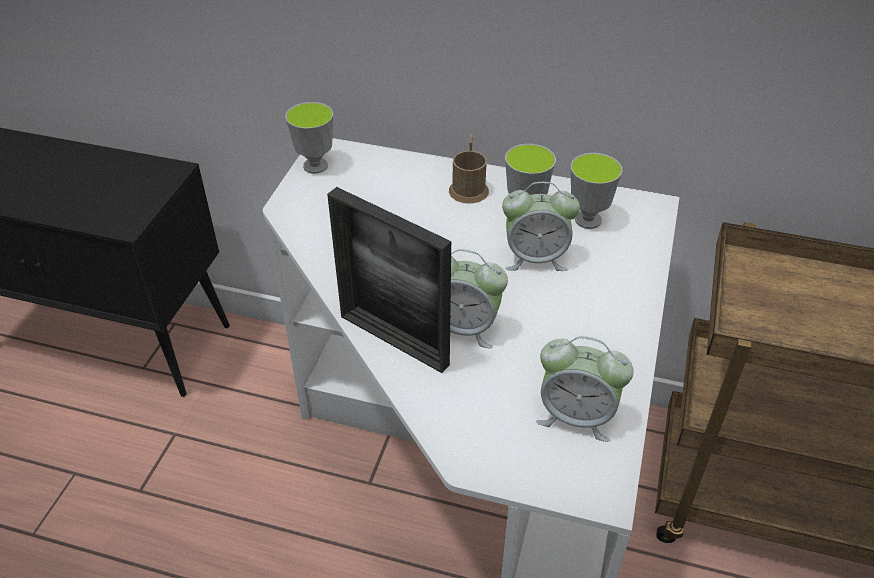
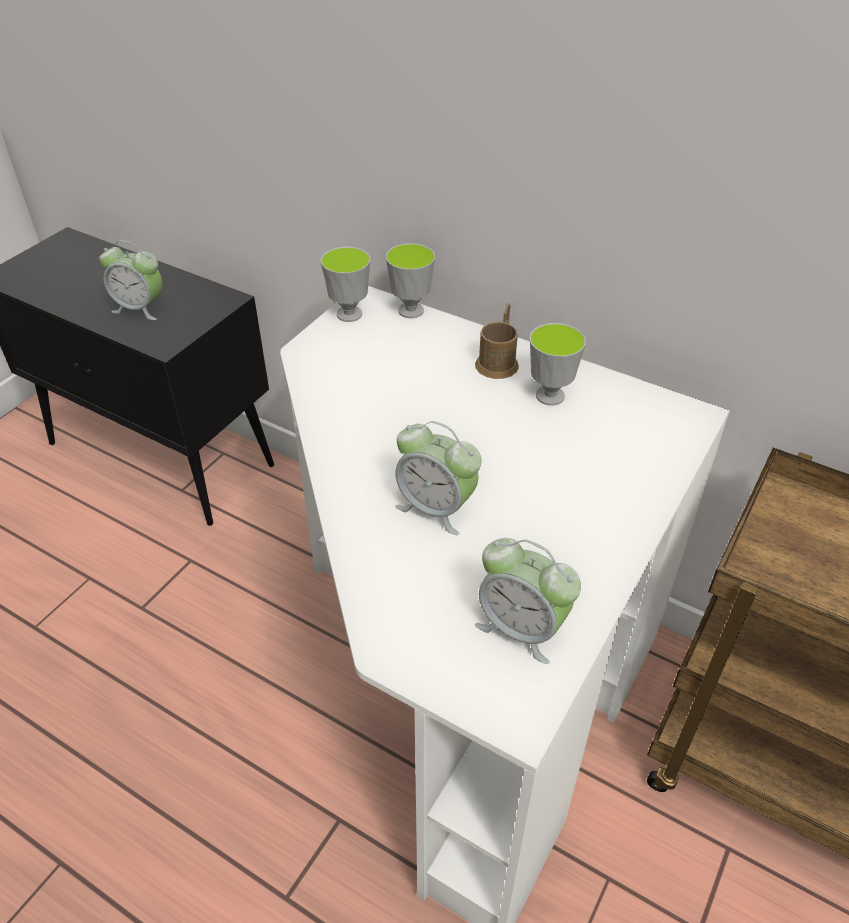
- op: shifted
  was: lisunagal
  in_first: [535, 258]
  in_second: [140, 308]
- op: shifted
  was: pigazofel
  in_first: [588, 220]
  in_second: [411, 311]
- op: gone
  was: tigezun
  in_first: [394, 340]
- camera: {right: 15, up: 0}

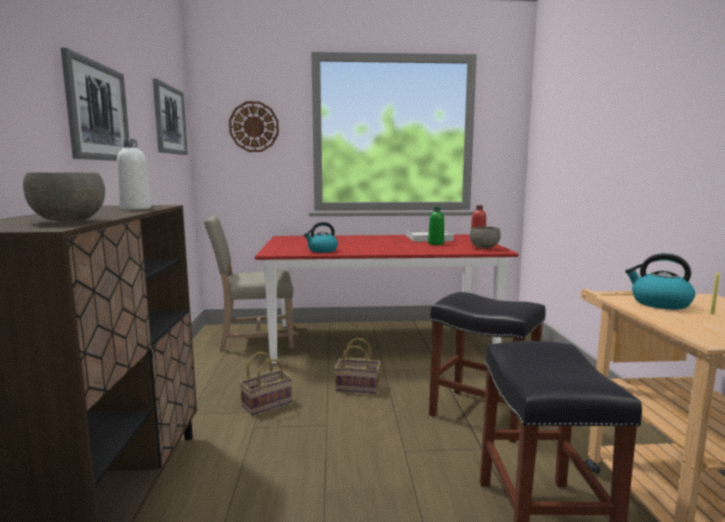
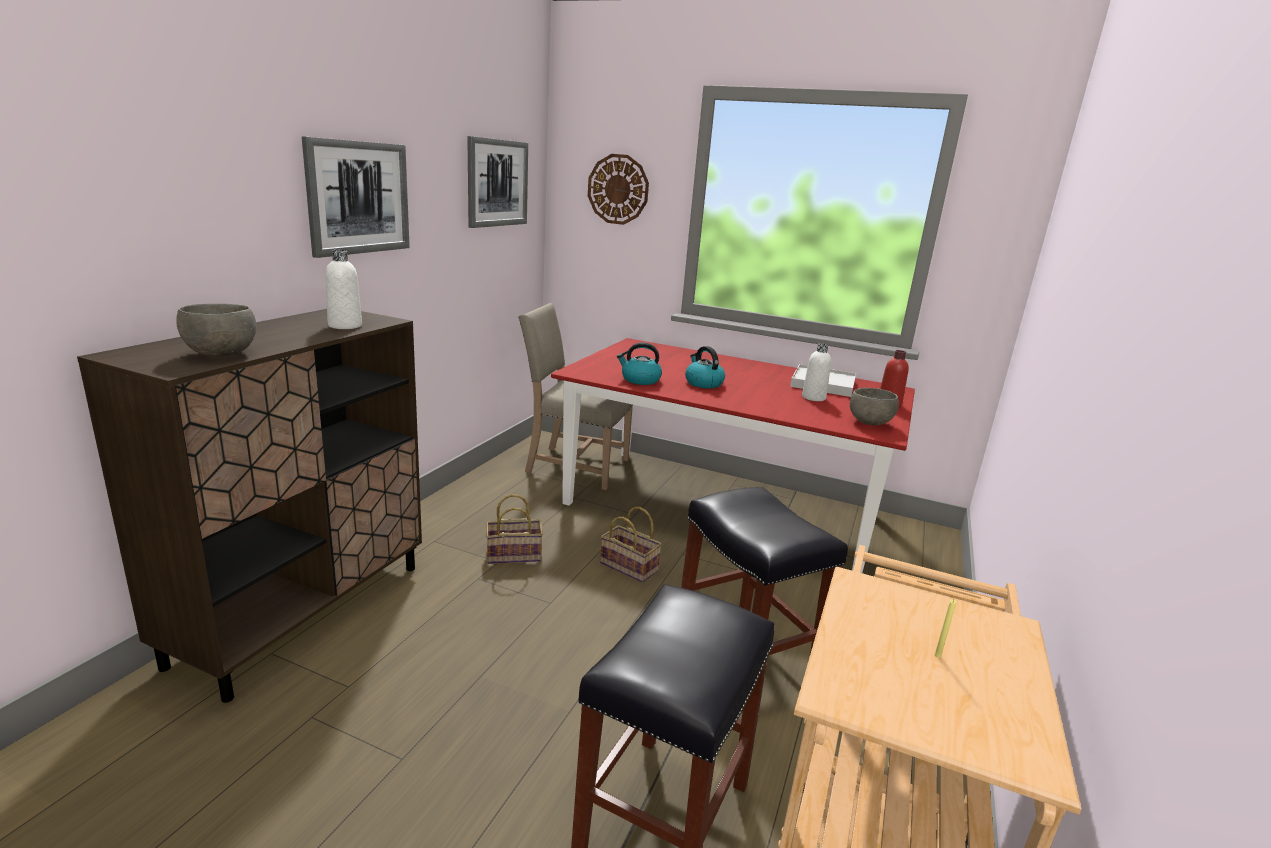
- op: shifted
  was: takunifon
  in_first: [659, 303]
  in_second: [703, 383]
- op: repainted
  was: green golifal
  now: white golifal
  in_first: [436, 243]
  in_second: [813, 398]
- camera: {right: 25, up: 10}

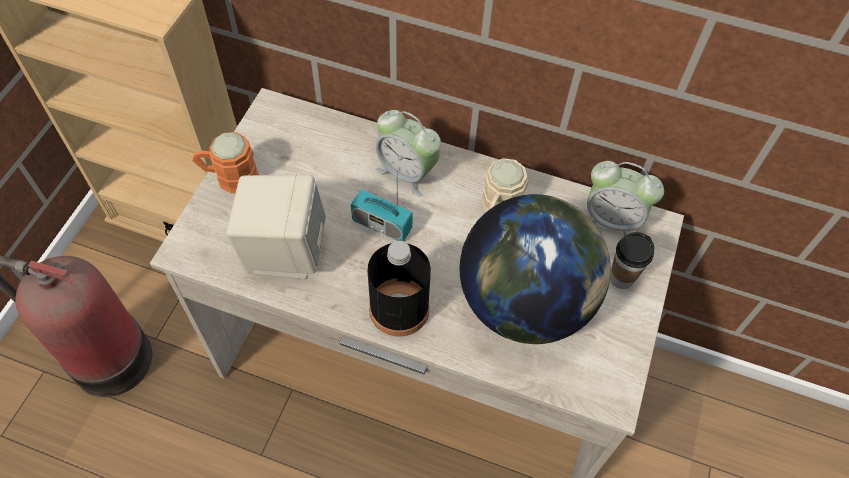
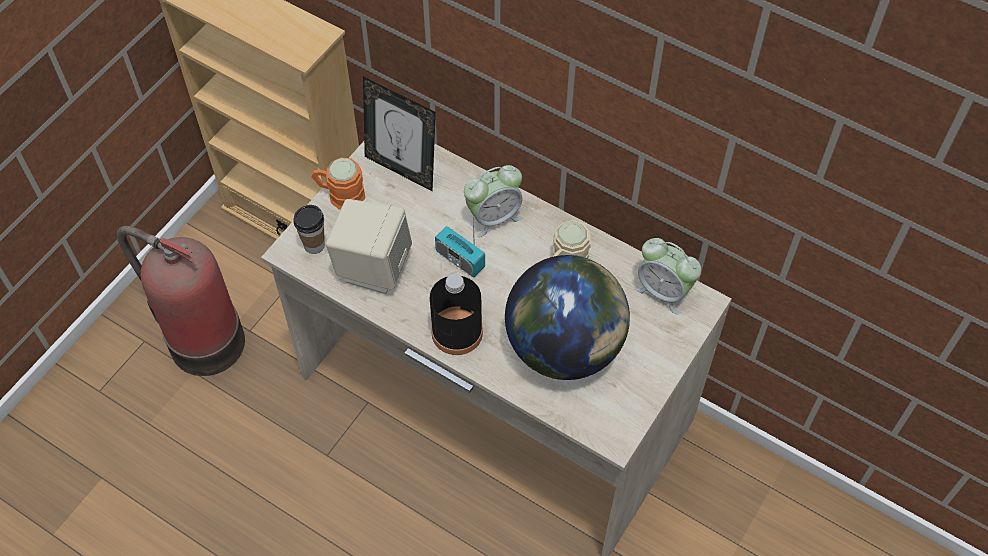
- op: shifted
  was: pigazofel
  in_first: [621, 278]
  in_second: [314, 245]
- op: new
  now: tigezun
  in_second: [402, 169]
- op: rotated
  was: lisunagal
  in_first: [407, 172]
  in_second: [493, 217]
  clockwise: -75
- camera: {right: 15, up: 0}

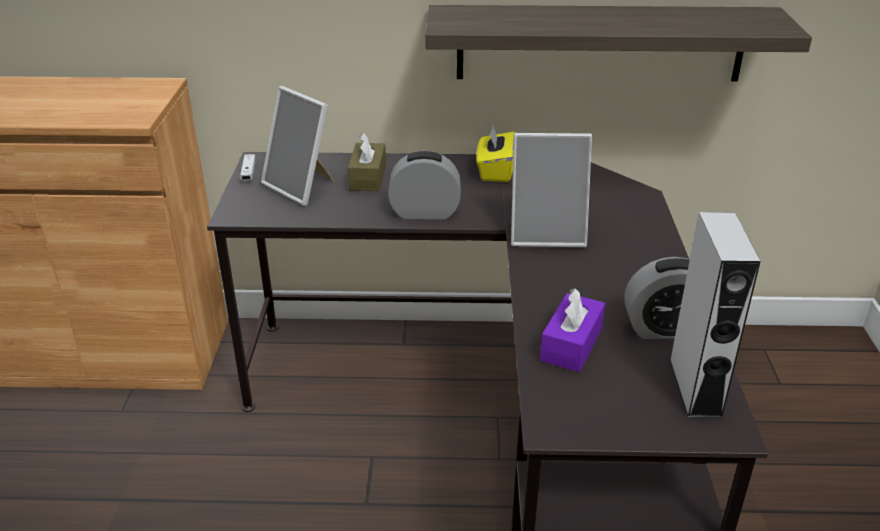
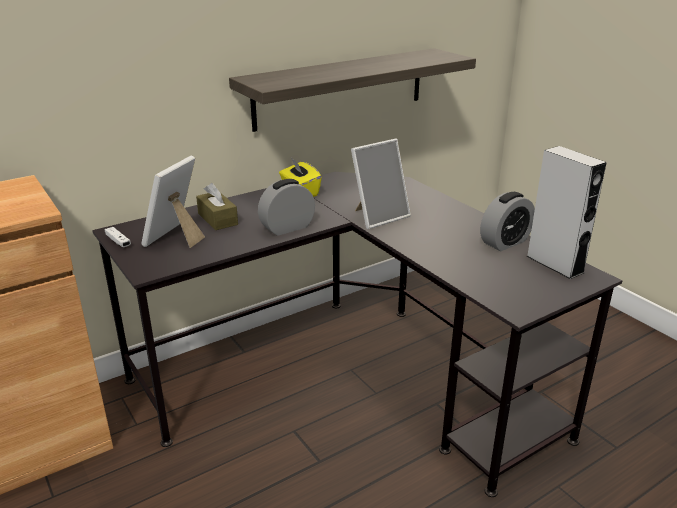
- op: rotated
  was: tigezun
  in_first: [302, 187]
  in_second: [176, 238]
  clockwise: 105
- op: gone
  was: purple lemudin
  in_first: [571, 344]
- camera: {right: -35, up: -5}

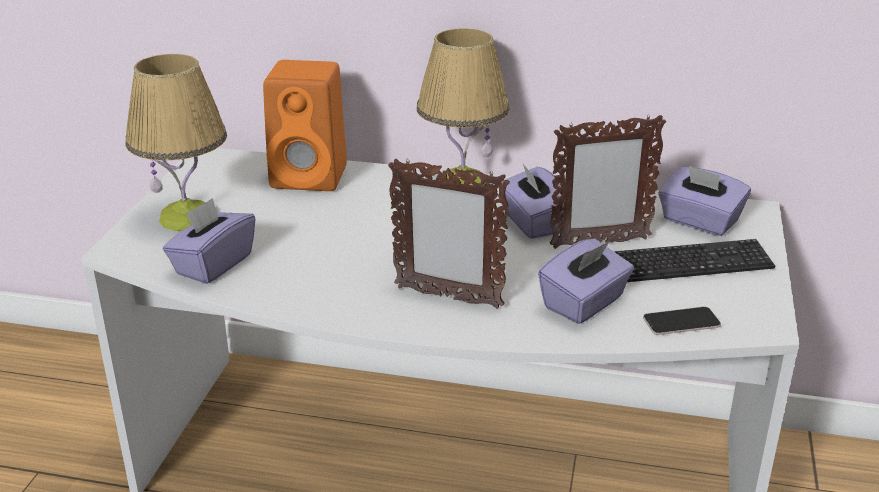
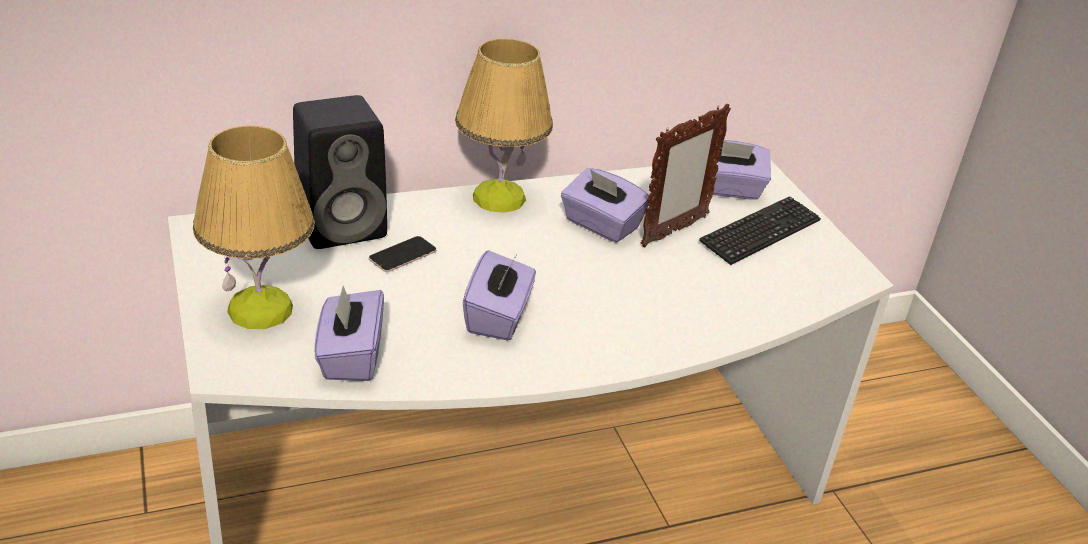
- op: repainted
  was: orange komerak
  now: black komerak
  in_first: [312, 177]
  in_second: [344, 225]
- op: shifted
  was: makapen
  in_first: [681, 322]
  in_second: [403, 255]
- op: shifted
  was: purple lemudin
  in_first: [584, 303]
  in_second: [498, 317]
- op: gone
  was: tigezun
  in_first: [447, 297]
- camera: {right: -35, up: 5}

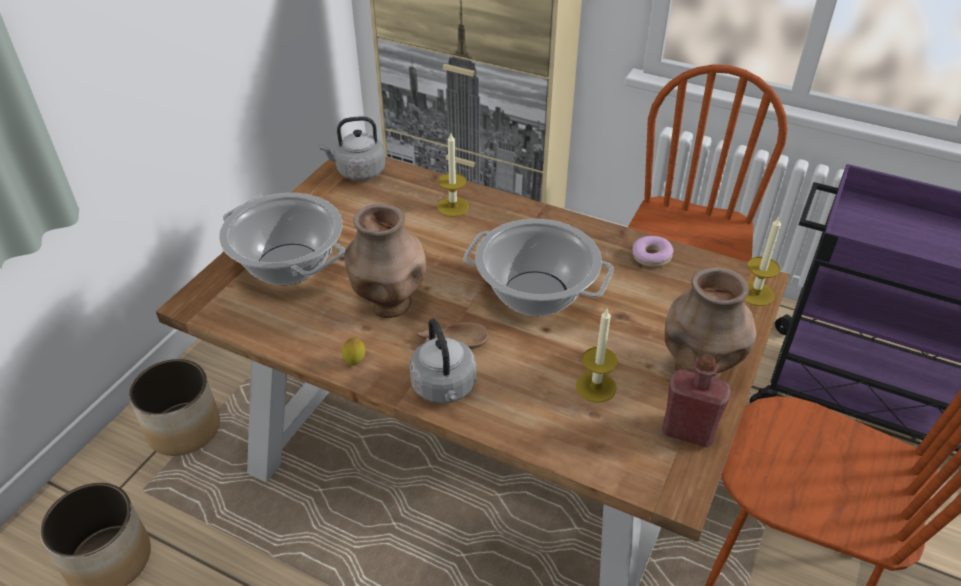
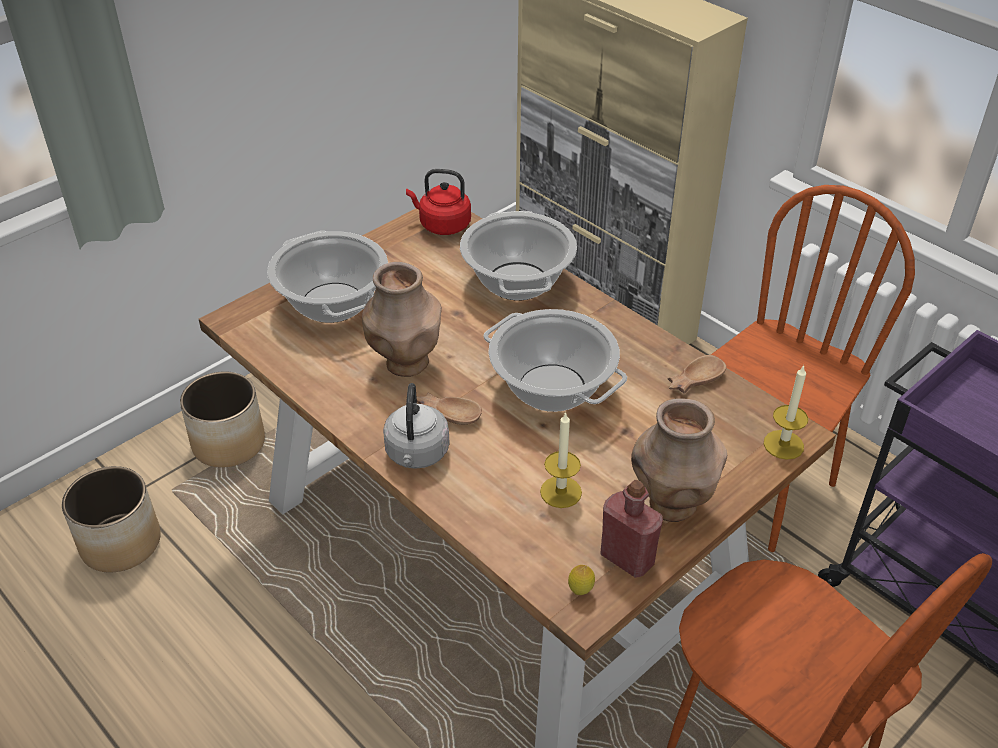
- op: repainted
  was: grey takunifon
  now: red takunifon
  in_first: [358, 172]
  in_second: [442, 225]
- op: swapped
  was: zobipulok
  now: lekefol
  in_first: [453, 207]
  in_second: [517, 281]
- op: shifted
  was: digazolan
  in_first: [355, 362]
  in_second: [580, 591]
- op: swapped
  was: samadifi
  now: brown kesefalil
  in_first: [651, 256]
  in_second: [693, 380]
- camera: {right: 20, up: 0}

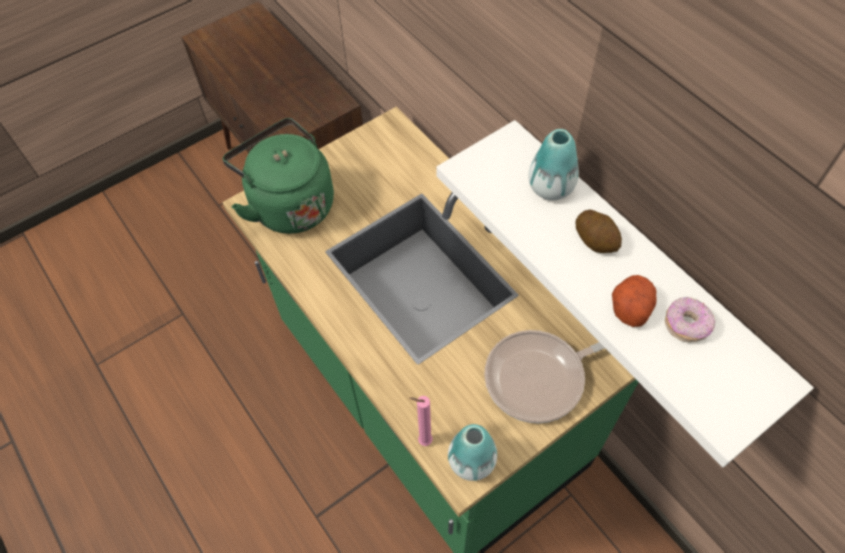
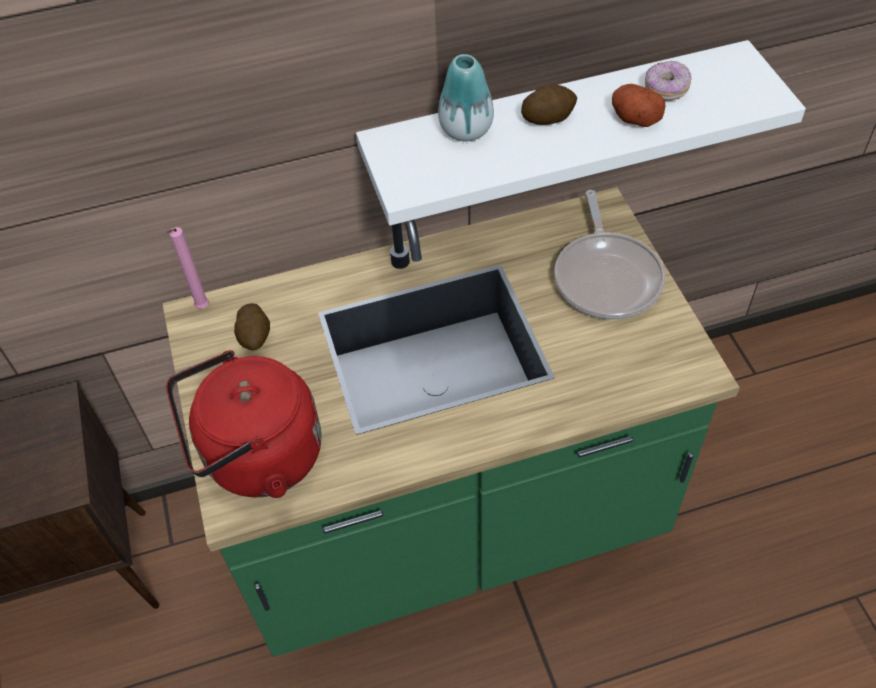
- op: repainted
  was: green takunifon
  now: red takunifon
  in_first: [289, 203]
  in_second: [257, 458]
- op: shifted
  was: pink zobipulok
  in_first: [422, 441]
  in_second: [201, 309]
- op: new
  now: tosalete
  in_second: [255, 336]
- op: gone
  was: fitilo
  in_first: [471, 461]
- camera: {right: -70, up: -5}

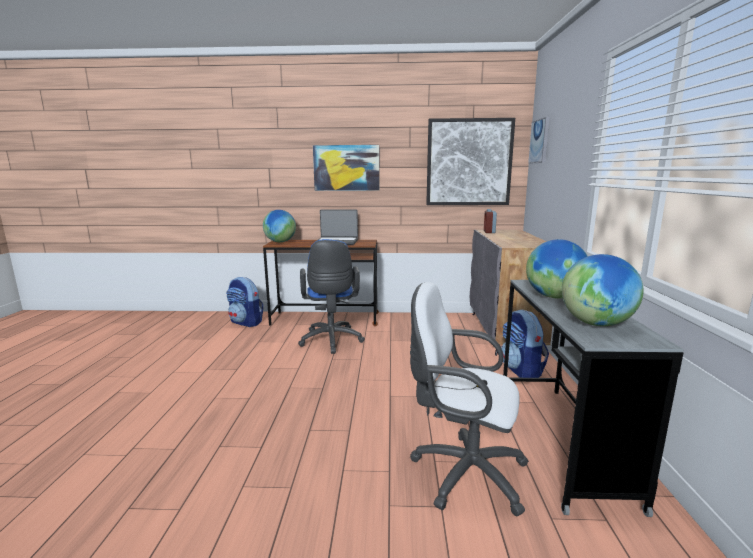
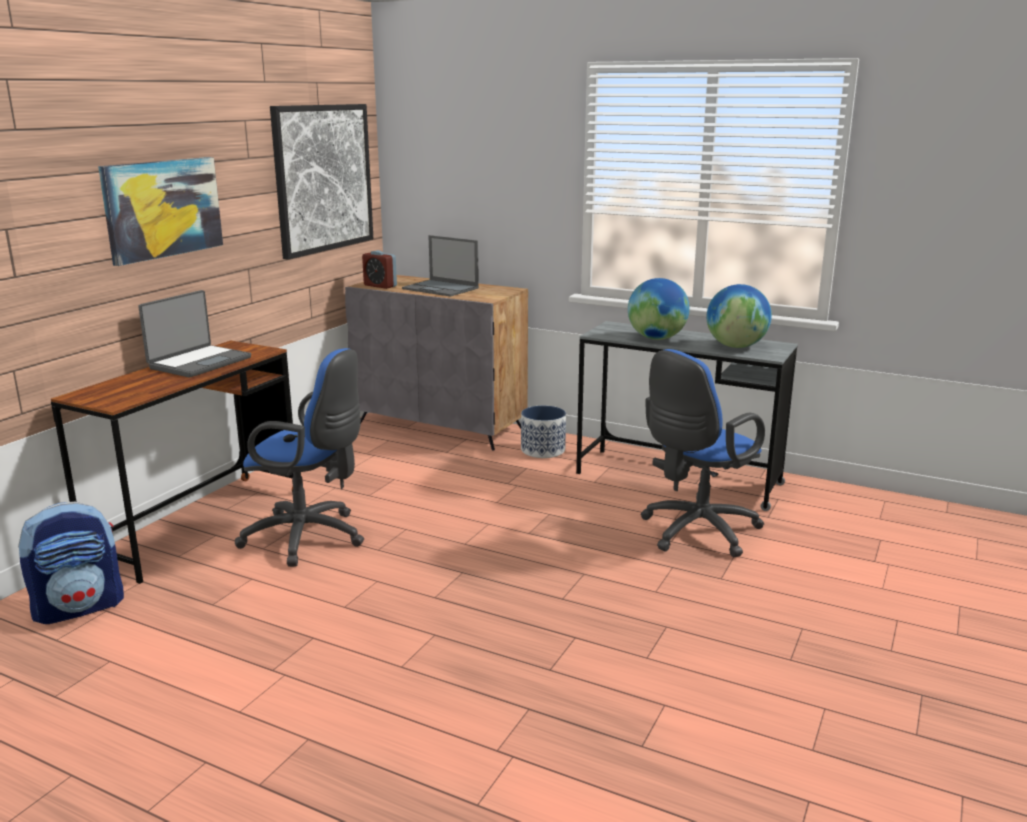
- op: new
  now: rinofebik
  in_second: [441, 288]
- op: swapped
  was: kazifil
  now: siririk
  in_first: [521, 370]
  in_second: [543, 450]
- op: repainted
  was: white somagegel
  now: blue somagegel
  in_first: [462, 472]
  in_second: [695, 533]
- op: gone
  was: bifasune
  in_first: [280, 242]
- op: gone
  was: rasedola
  in_first: [539, 141]
- camera: {right: -65, up: 5}

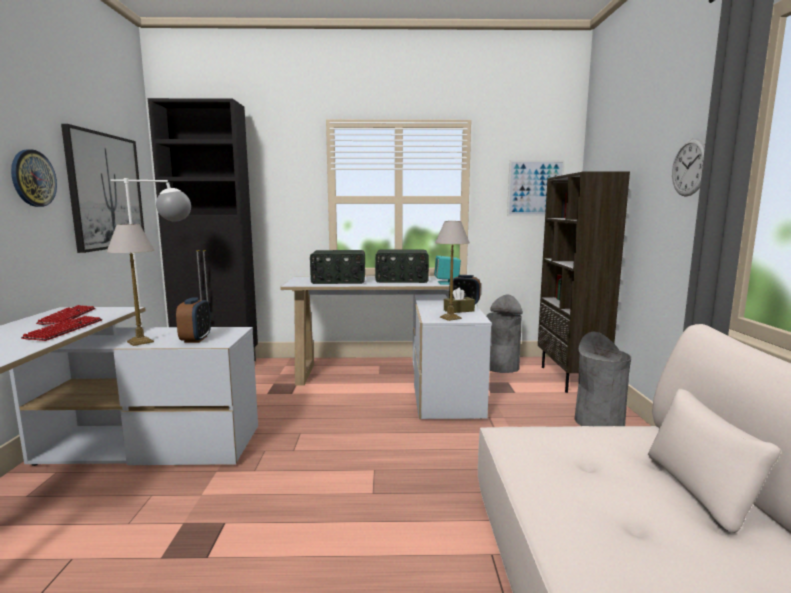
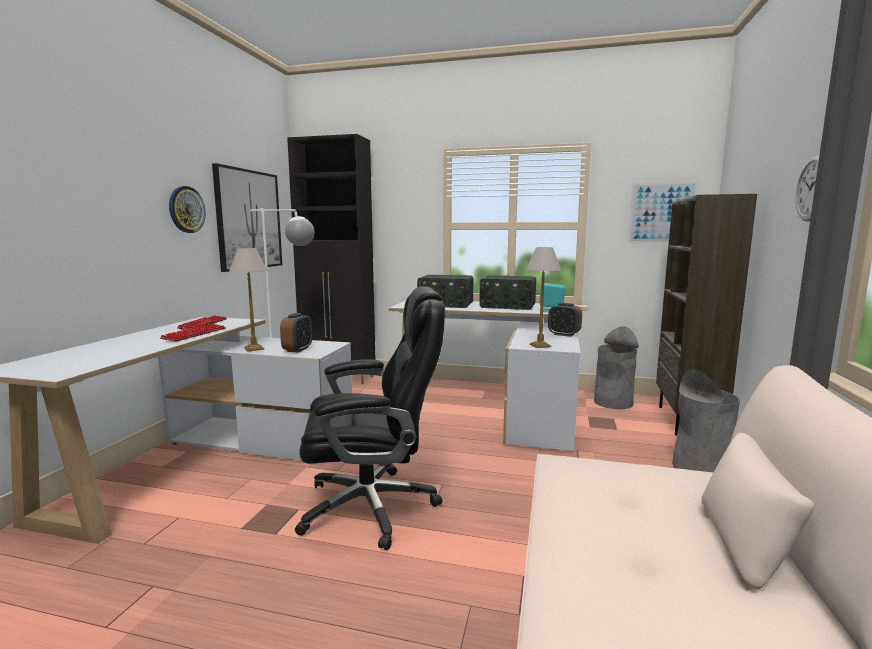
- op: new
  now: black somagegel
  in_second: [372, 506]
- op: gone
  was: brown lemudin
  in_first: [459, 310]
- camera: {right: 15, up: 0}

